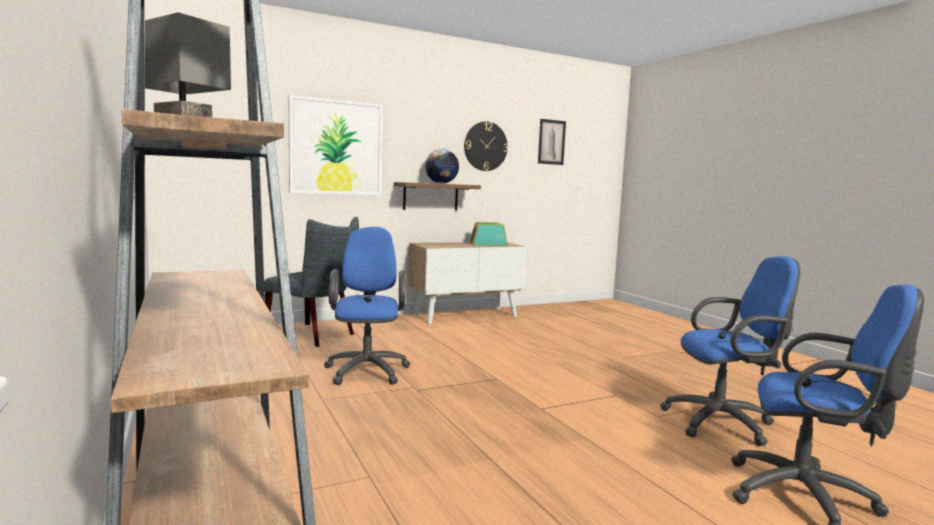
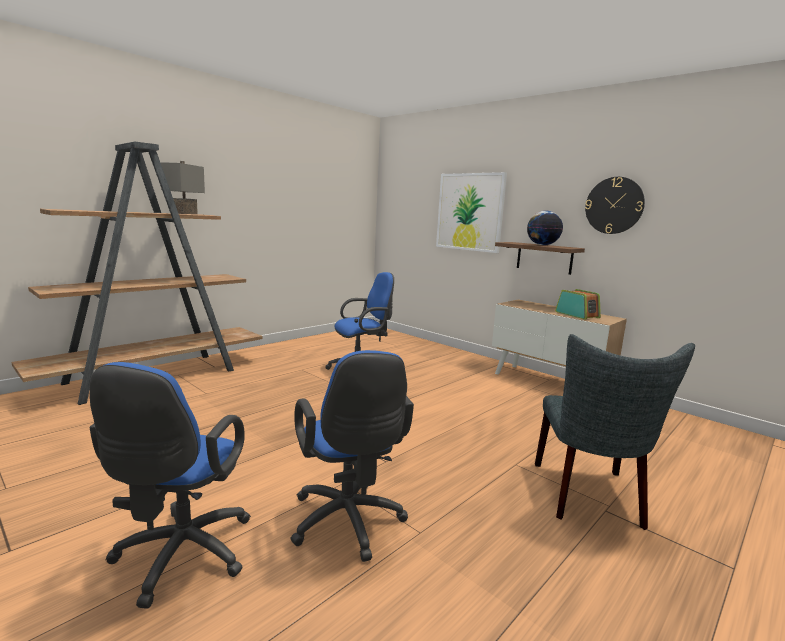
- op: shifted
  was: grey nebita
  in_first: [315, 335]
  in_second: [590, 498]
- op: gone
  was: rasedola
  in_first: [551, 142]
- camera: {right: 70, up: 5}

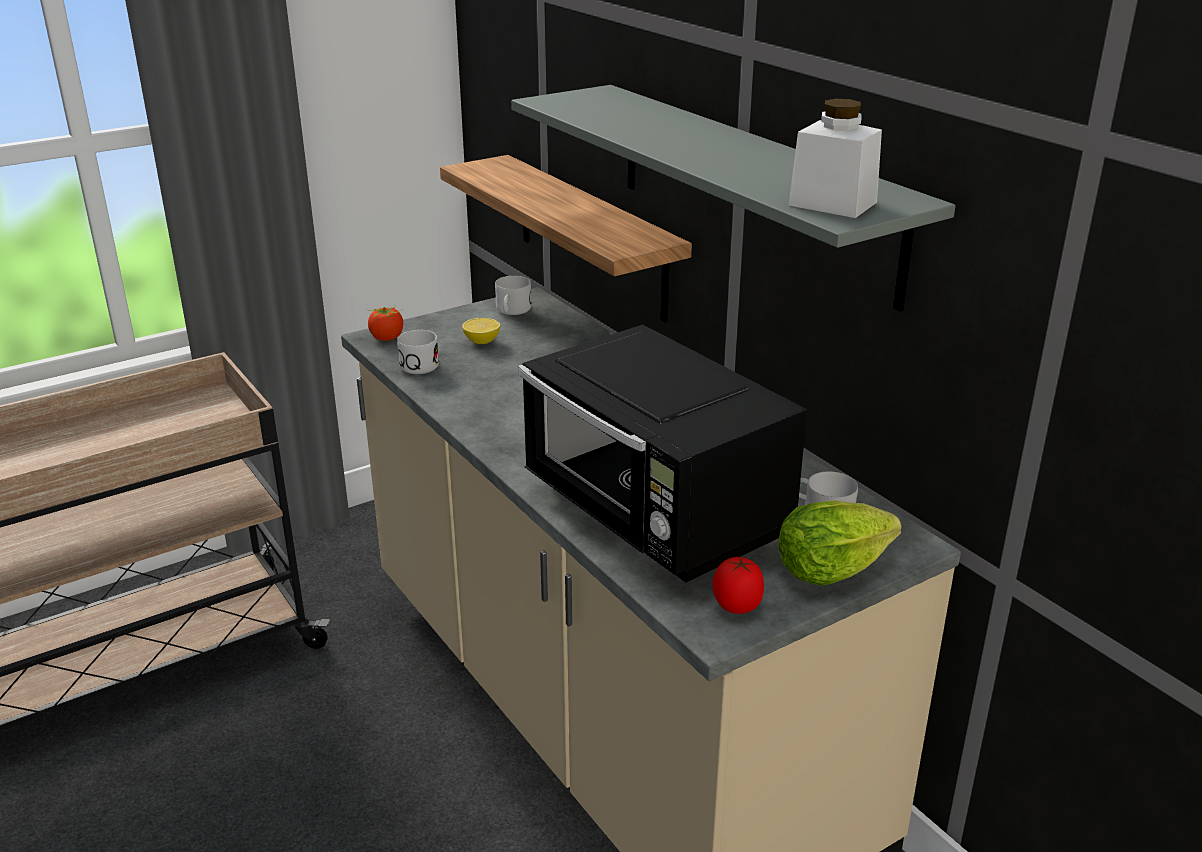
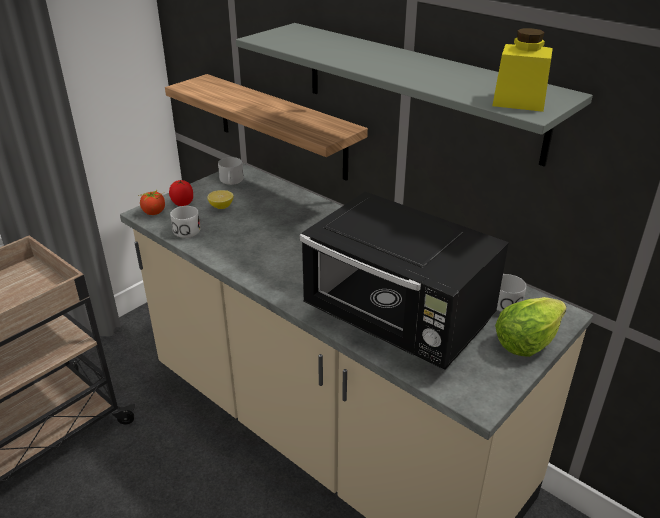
- op: shifted
  was: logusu
  in_first: [737, 606]
  in_second: [183, 203]
- op: repainted
  was: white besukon
  now: yellow besukon
  in_first: [832, 204]
  in_second: [519, 102]
- camera: {right: -15, up: 5}

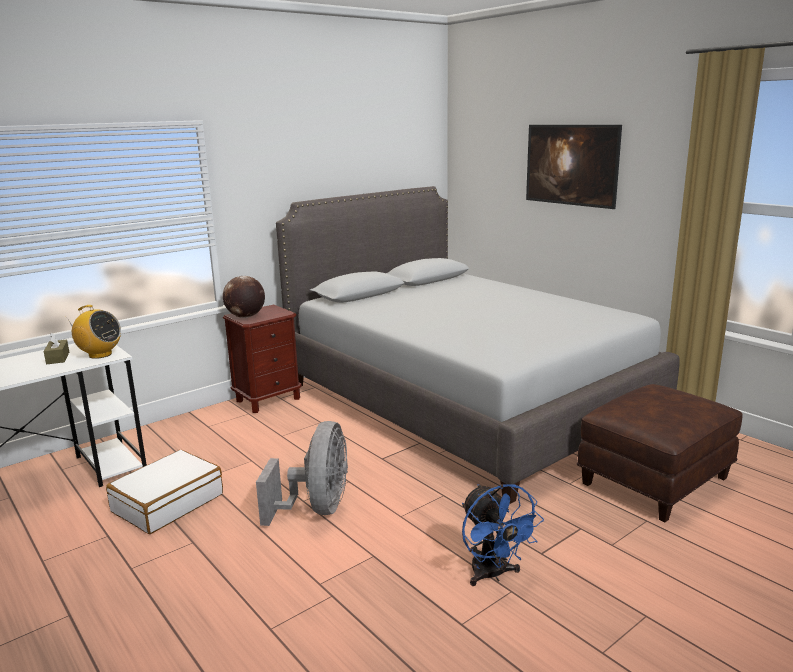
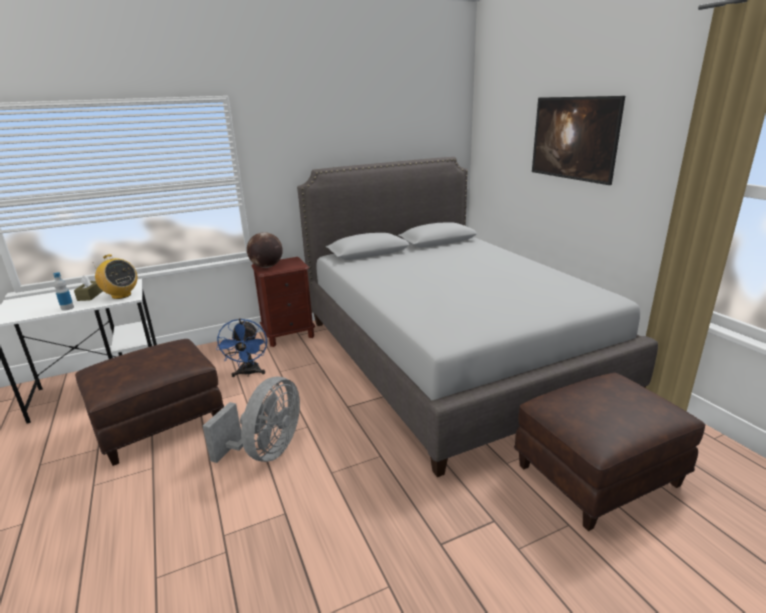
- op: new
  now: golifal
  in_second: [67, 308]
- op: swapped
  was: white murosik
  now: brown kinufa
  in_first: [168, 503]
  in_second: [158, 424]
- op: shifted
  was: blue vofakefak
  in_first: [493, 575]
  in_second: [248, 373]
- camera: {right: 15, up: 5}

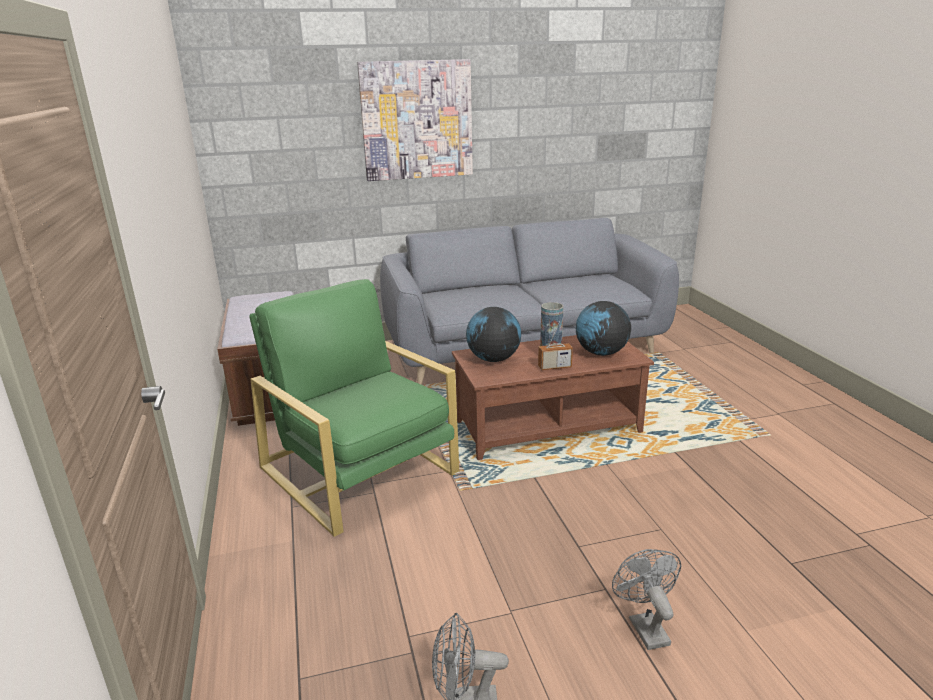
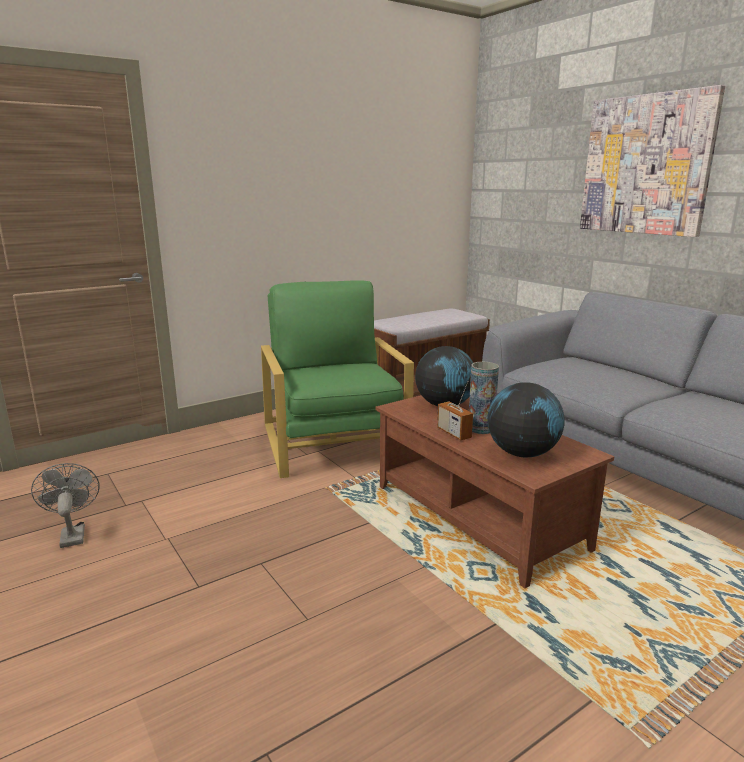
- op: rotated
  was: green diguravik
  in_first: [359, 470]
  in_second: [333, 442]
  clockwise: -45
- op: gone
  was: grey vofakefak
  in_first: [644, 626]
- camera: {right: 70, up: -5}

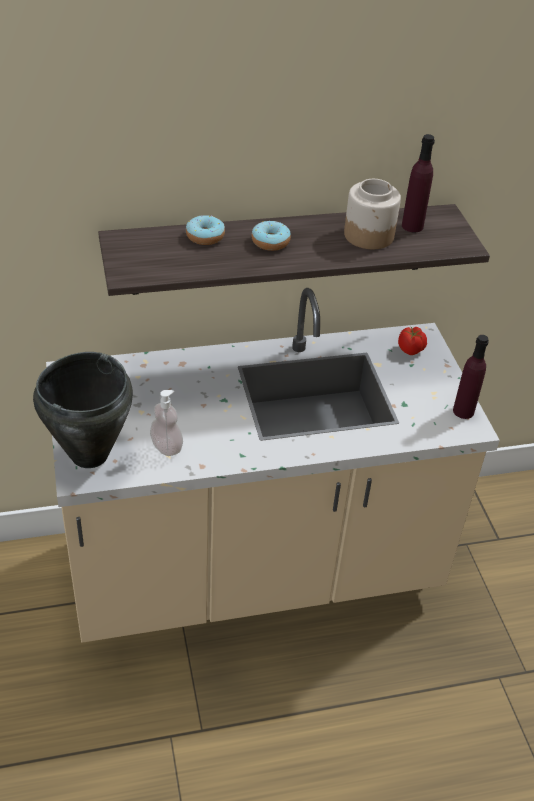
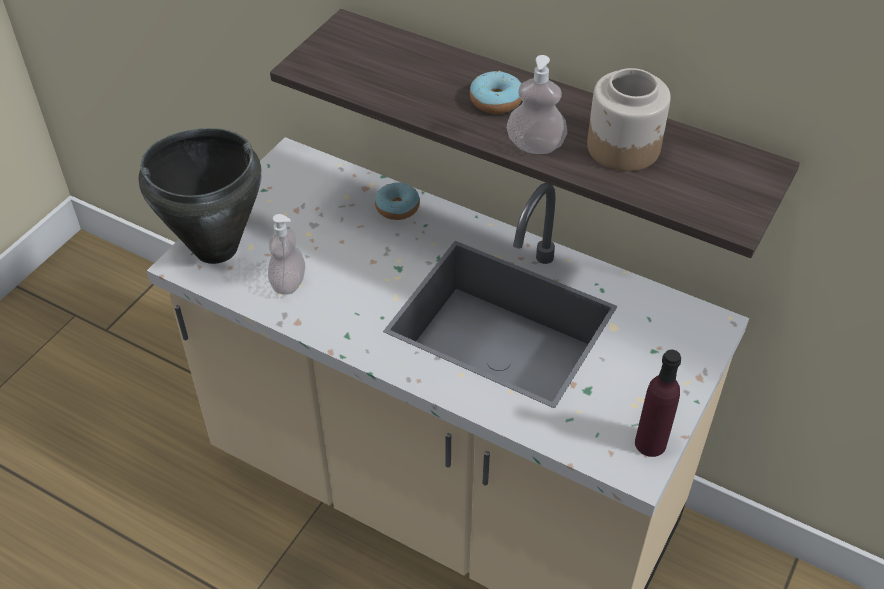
- op: shifted
  was: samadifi
  in_first: [205, 237]
  in_second: [397, 207]
- op: new
  now: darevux
  in_second: [535, 146]
- op: gone
  was: logusu
  in_first: [410, 350]
- op: gone
  was: purple golifal
  in_first: [412, 226]
- camera: {right: 45, up: 5}

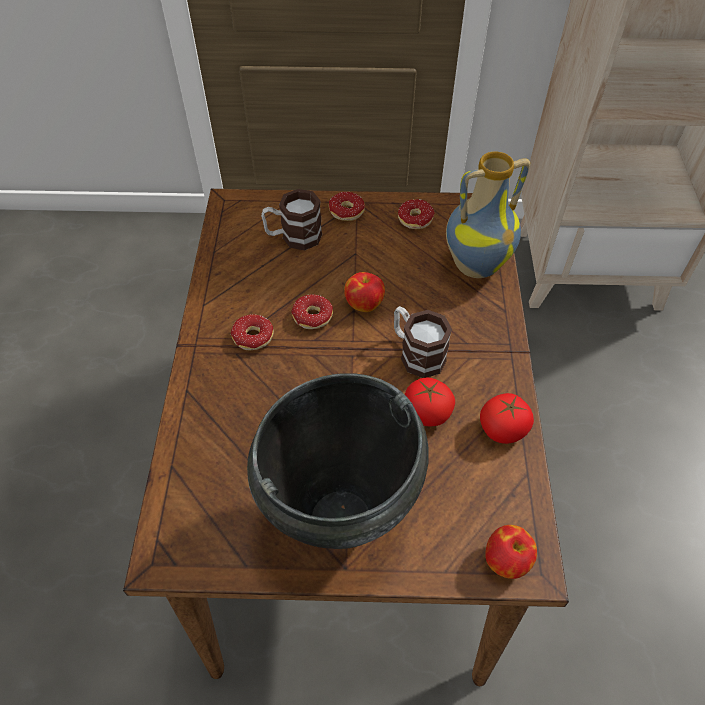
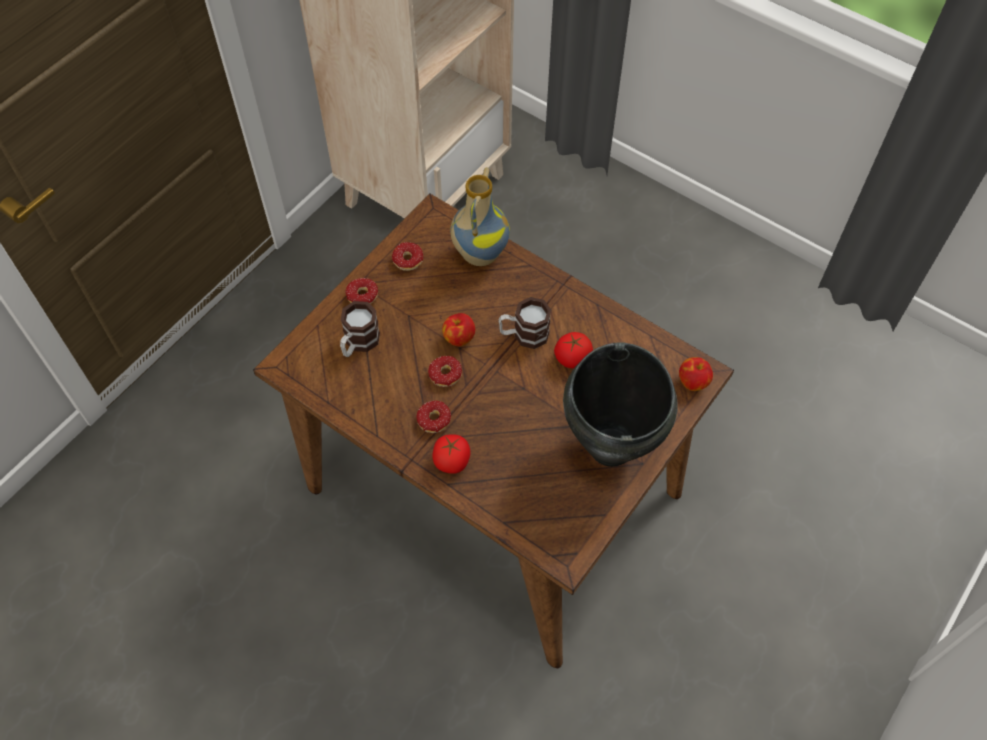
- op: shifted
  was: logusu
  in_first: [502, 429]
  in_second: [452, 461]
- camera: {right: -55, up: 5}

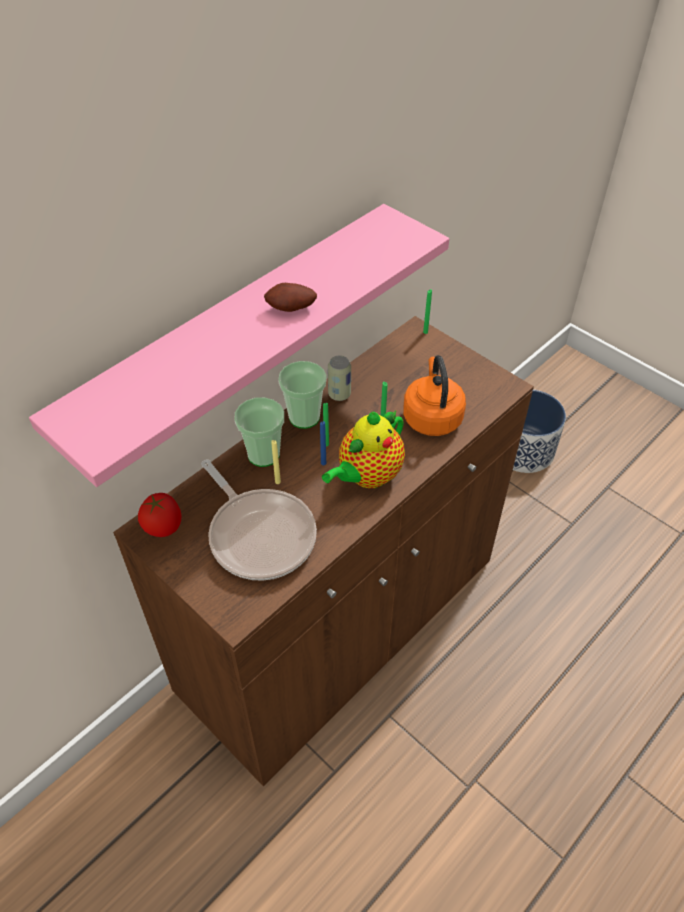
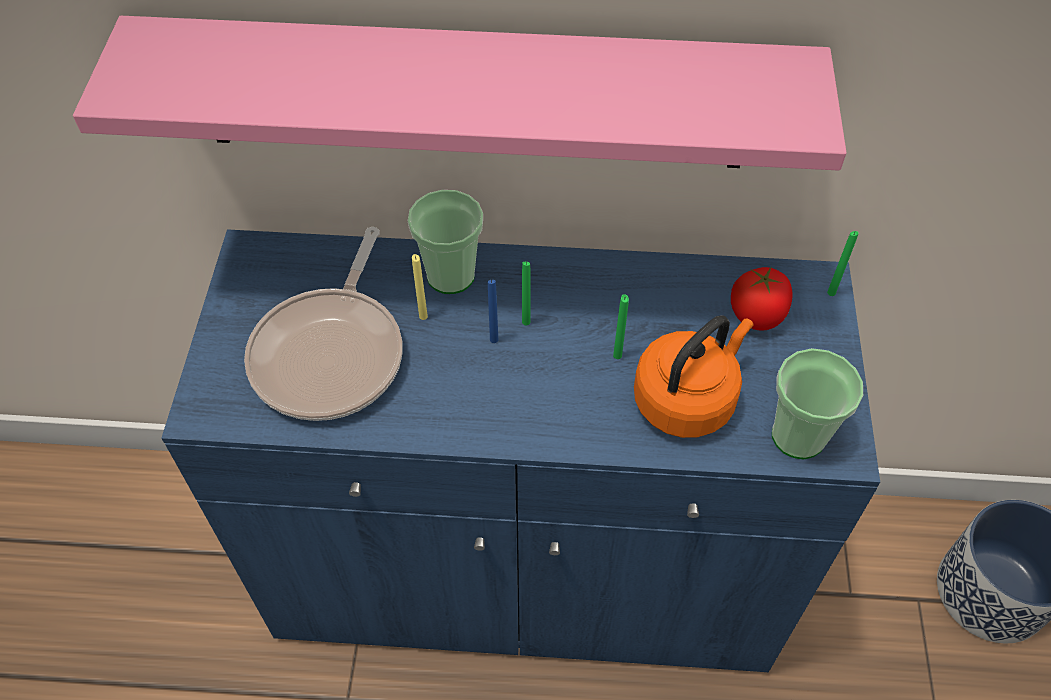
- op: repainted
  was: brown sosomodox
  now: blue sosomodox
  in_first: [340, 625]
  in_second: [525, 569]
- op: shifted
  was: logusu
  in_first: [163, 527]
  in_second: [757, 316]
- op: shifted
  was: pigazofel
  in_first: [304, 417]
  in_second: [798, 436]
- op: gone
  was: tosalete
  in_first: [291, 309]
- op: gone
  was: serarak
  in_first: [367, 476]
- op: gone
  was: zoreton
  in_first: [339, 394]
- camera: {right: 50, up: 5}

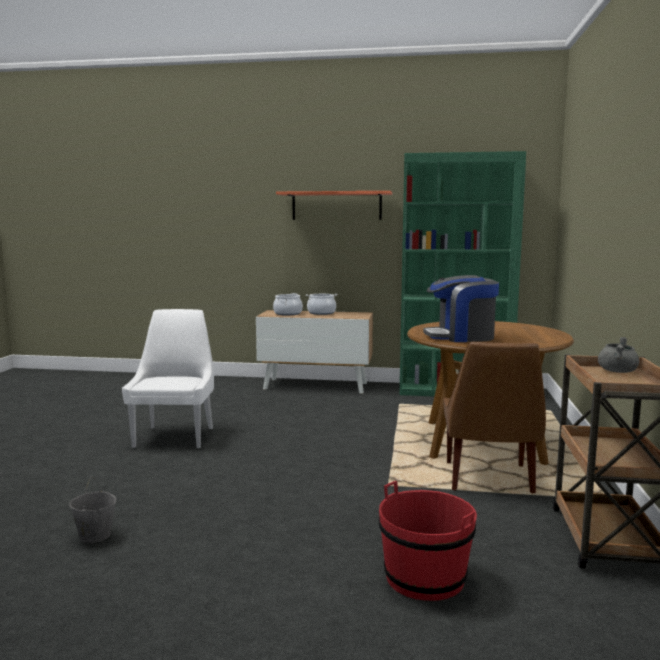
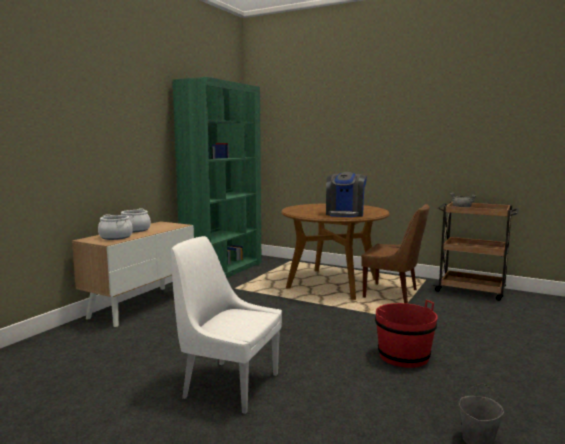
- op: shifted
  was: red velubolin
  in_first: [425, 577]
  in_second: [403, 356]
- op: gone
  was: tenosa
  in_first: [336, 206]
- camera: {right: -70, up: 0}

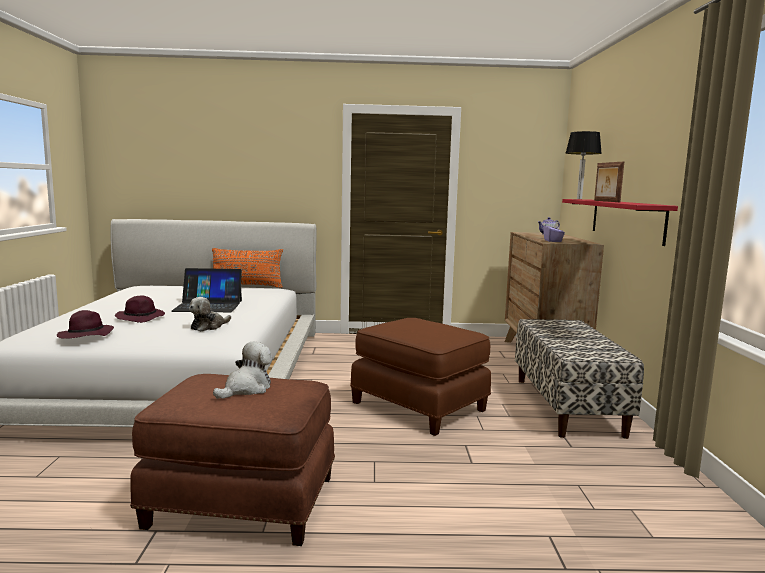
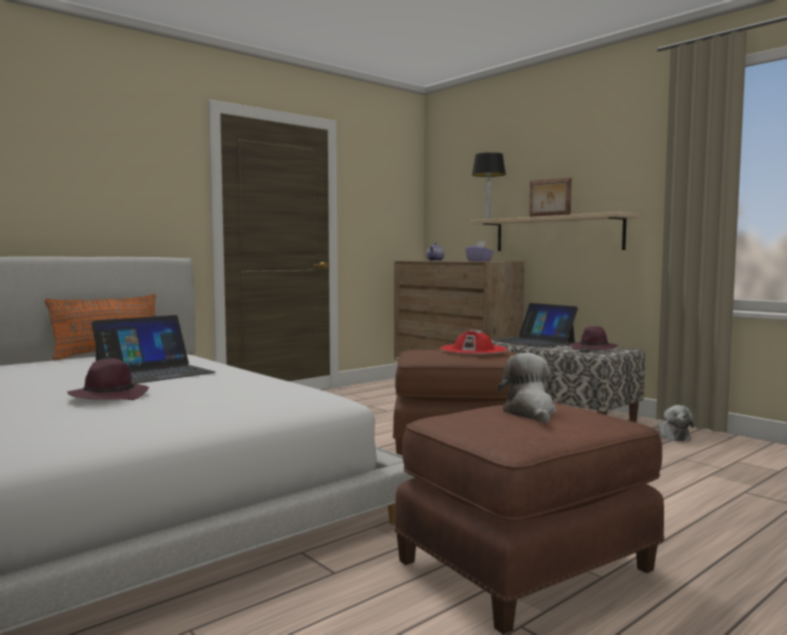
- op: new
  now: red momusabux
  in_second: [473, 349]
- op: repainted
  was: red tenosa
  now: beige tenosa
  in_first: [626, 219]
  in_second: [556, 234]
- op: new
  now: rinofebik
  in_second: [534, 341]
- op: shifted
  was: purple momusabux
  in_first: [85, 336]
  in_second: [594, 349]
- op: shifted
  was: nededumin
  in_first: [208, 326]
  in_second: [672, 436]
- camera: {right: -40, up: -5}

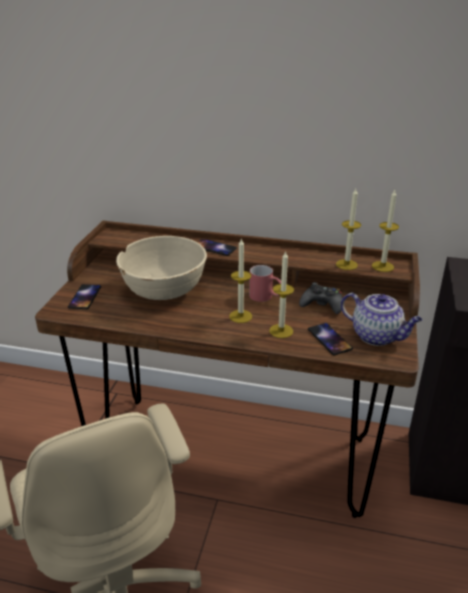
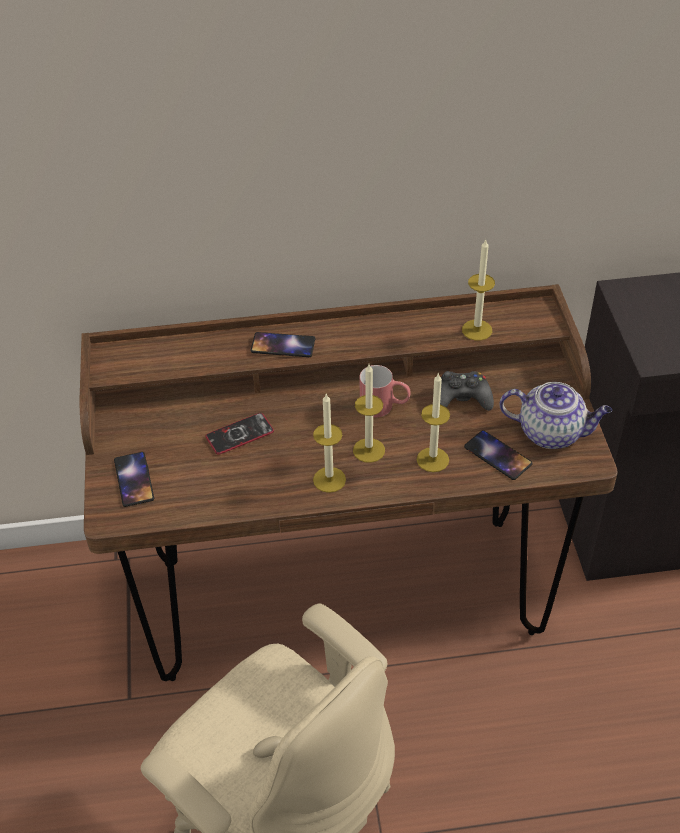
- op: swapped
  was: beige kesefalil
  now: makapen
  in_first: [164, 290]
  in_second: [239, 434]
- op: shifted
  was: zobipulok
  in_first: [382, 266]
  in_second: [329, 479]
- camera: {right: -20, up: 15}

